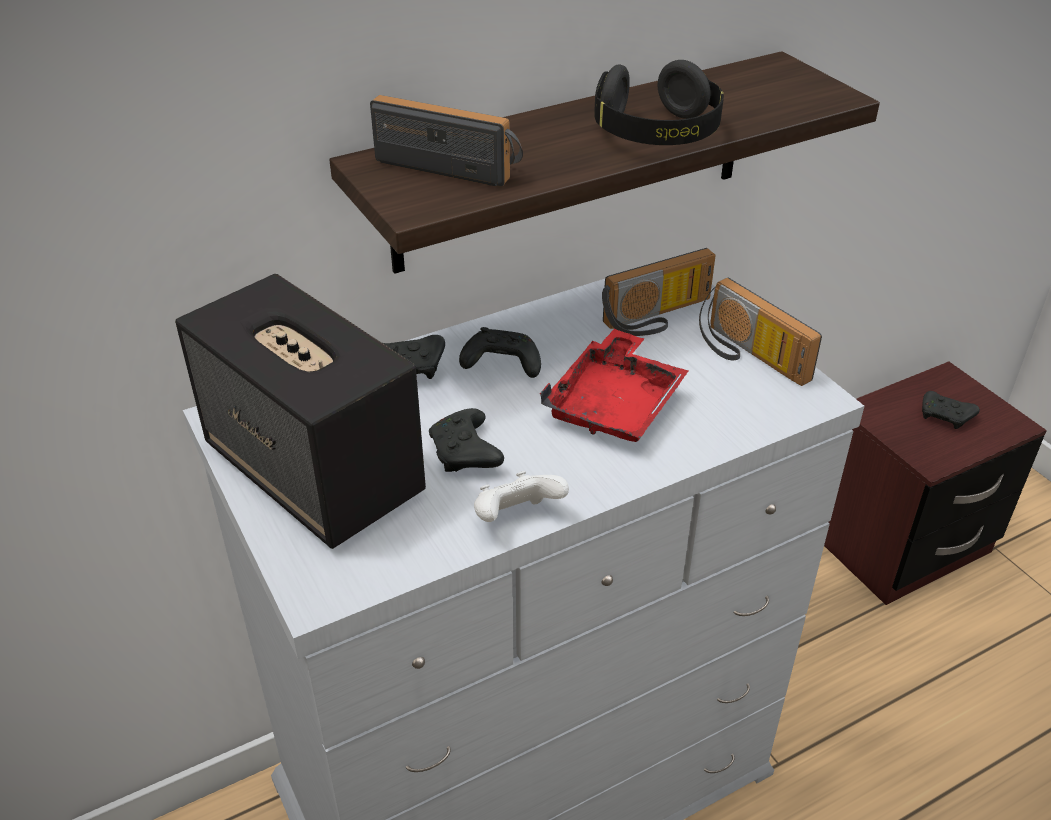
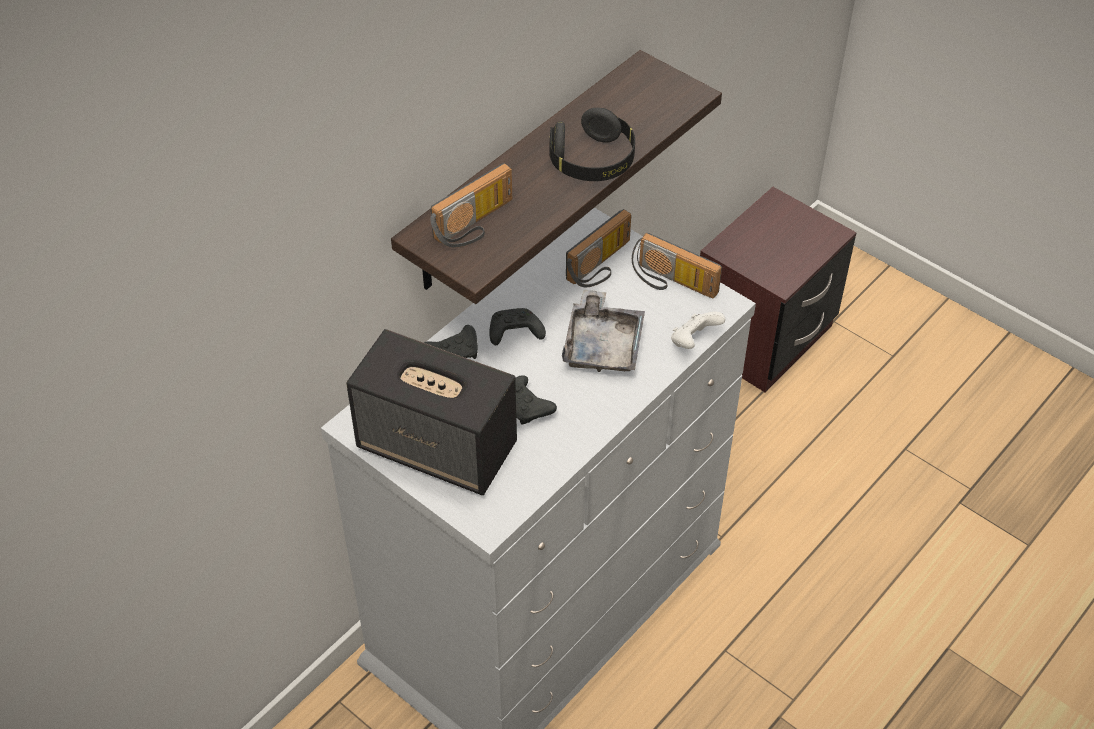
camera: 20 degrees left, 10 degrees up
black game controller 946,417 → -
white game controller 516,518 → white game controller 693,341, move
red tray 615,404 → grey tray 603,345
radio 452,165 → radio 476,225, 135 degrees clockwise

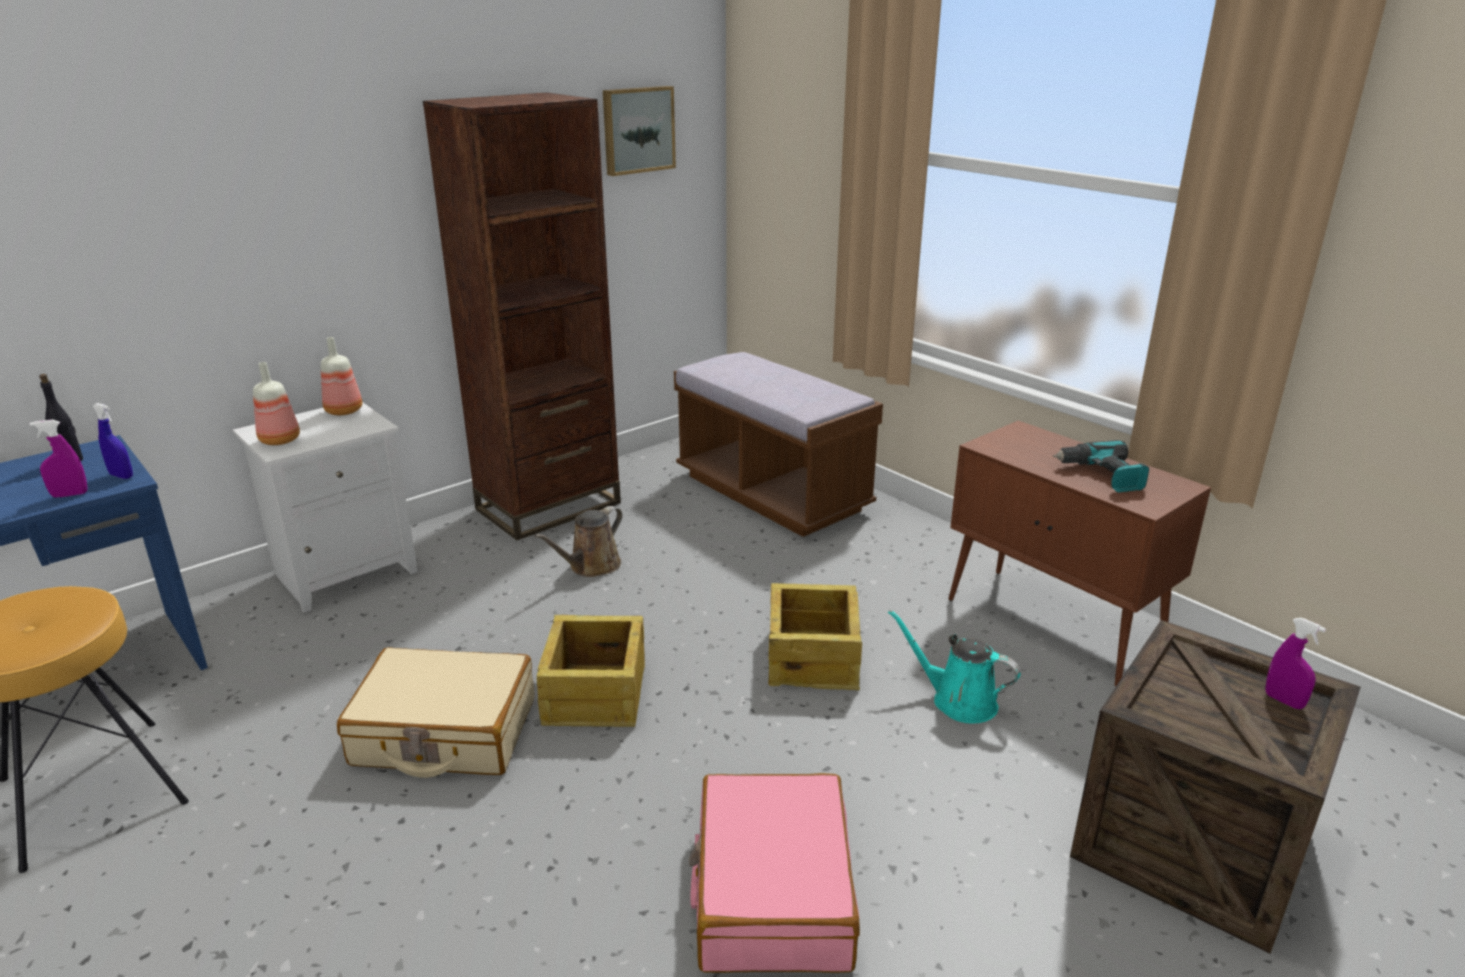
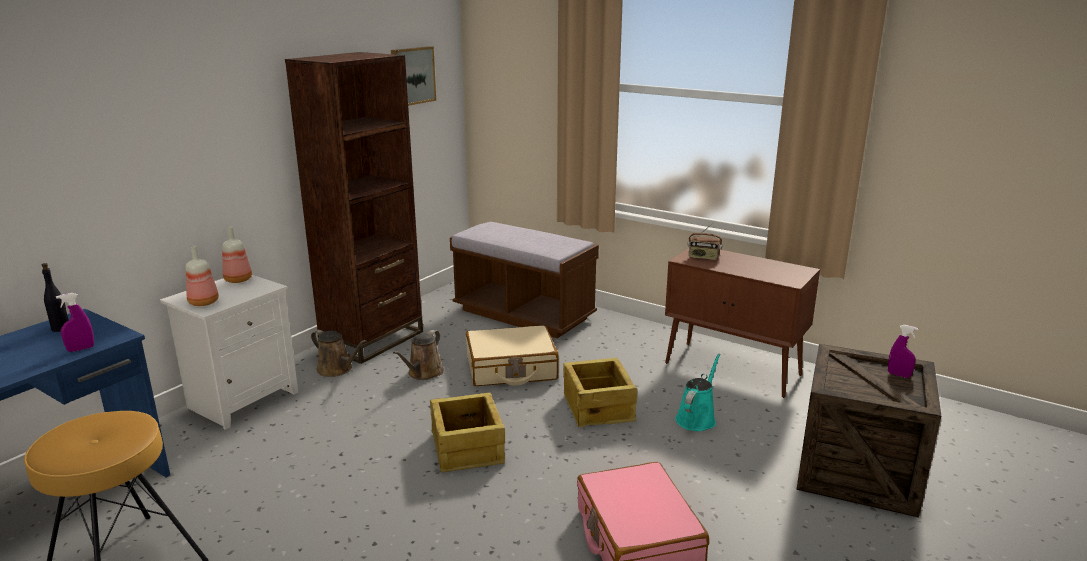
camera: 15 degrees left, 5 degrees down
blue spray bottle 121,476 → -
power drill 1102,476 → -
- → brown watering can 337,369
- → radio 703,257
beige suitcase 444,732 → beige suitcase 511,369, move
turquoise watering can 958,701 → turquoise watering can 697,418, 105 degrees clockwise

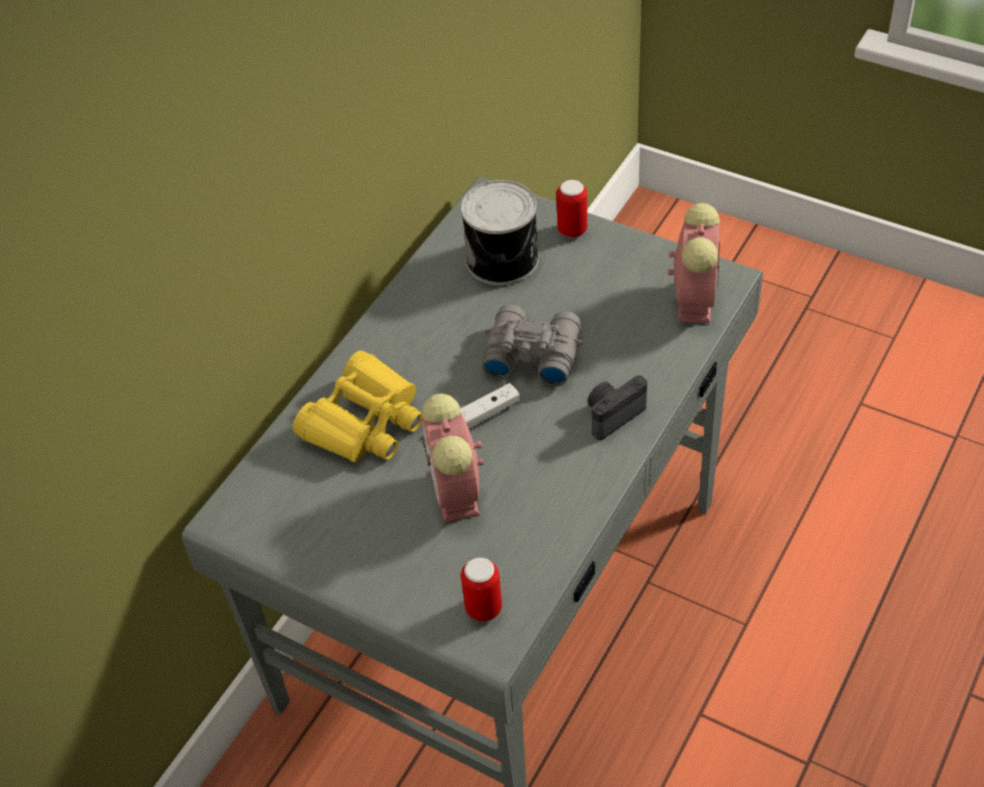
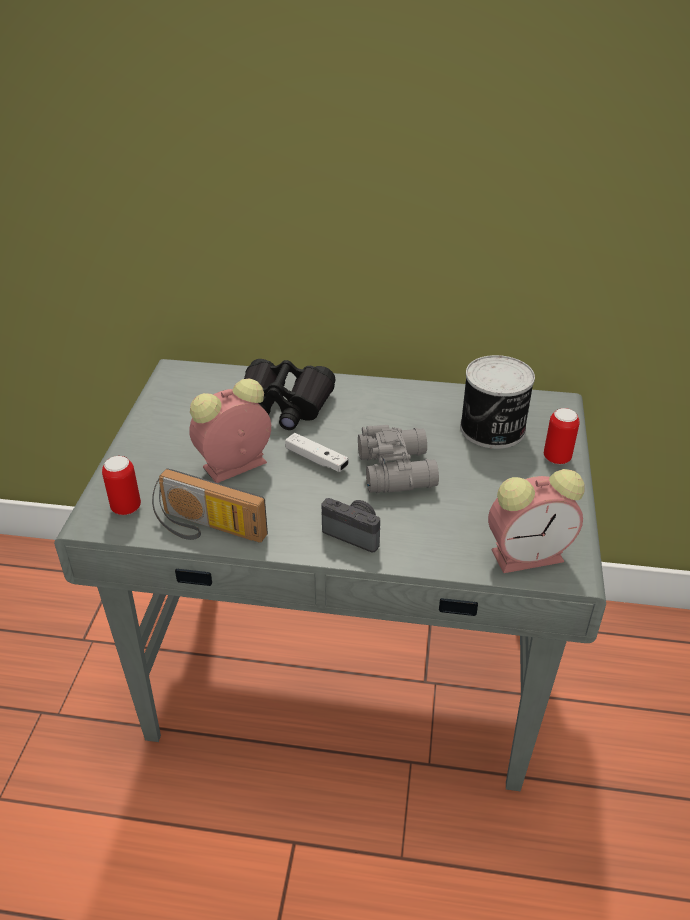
camera: 65 degrees right, 10 degrees down
- → radio 206,529
yellow binoculars 365,422 → black binoculars 283,405

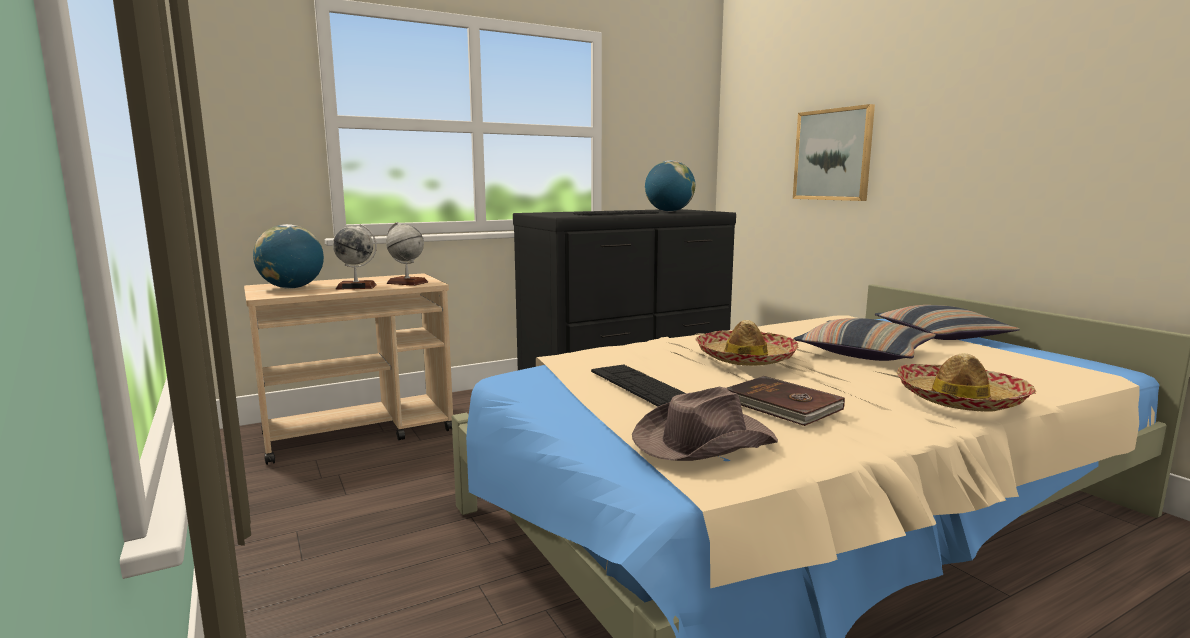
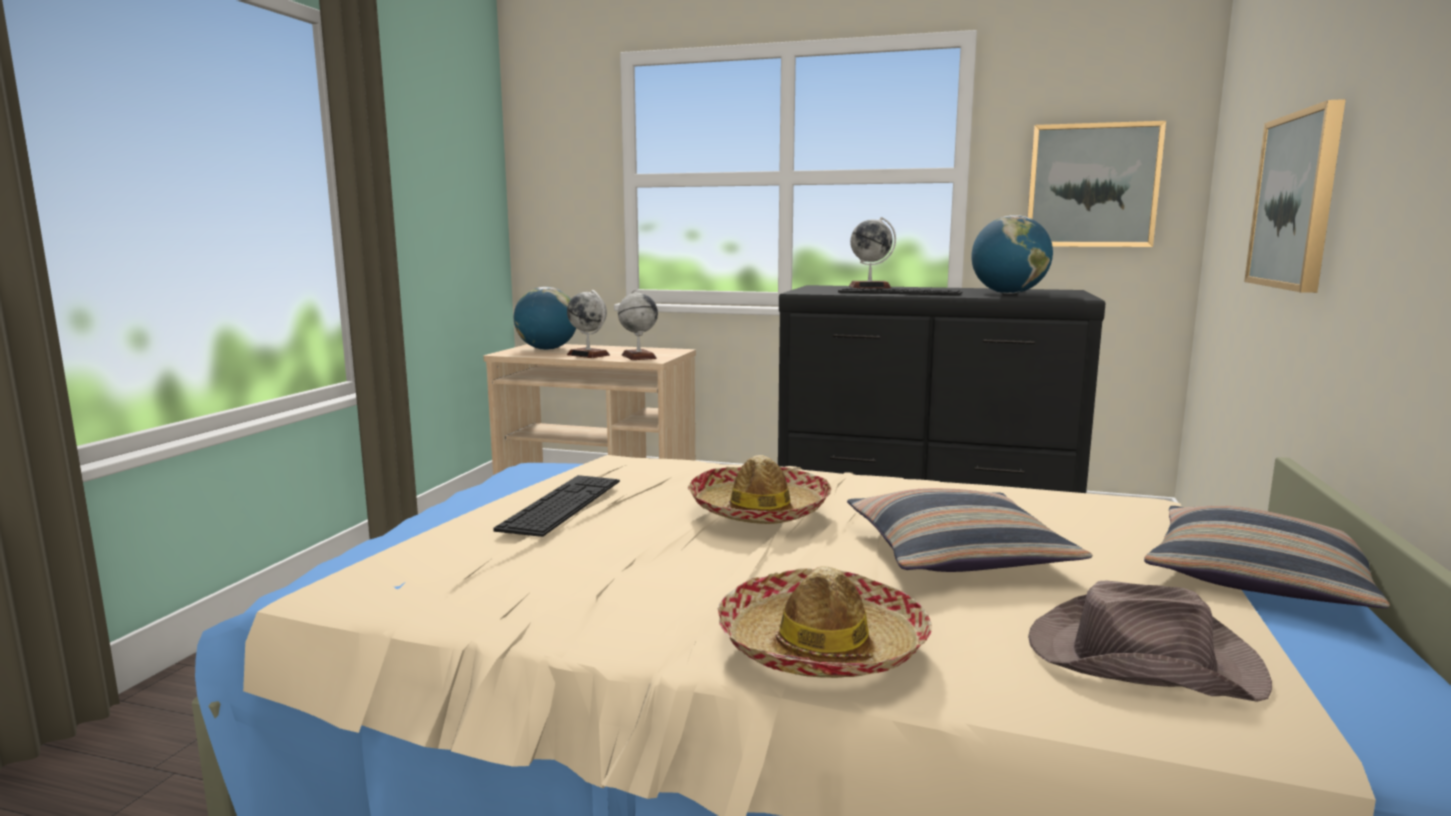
camera: 45 degrees right, 0 degrees up
brown book 782,405 → -
- → globe 869,287
- → picture 1092,186
brown hat 702,441 → brown hat 1139,658, move

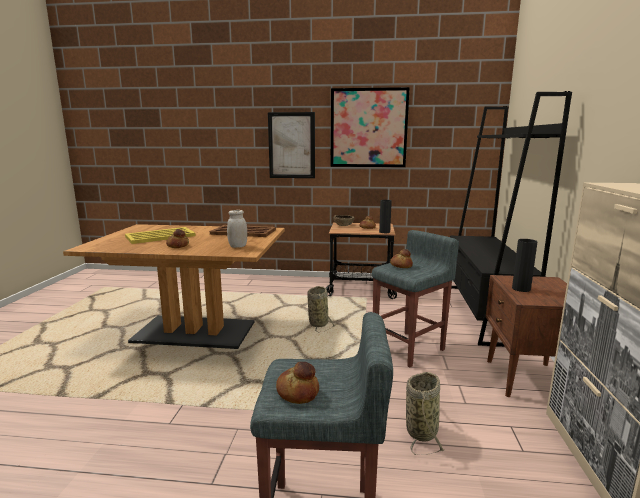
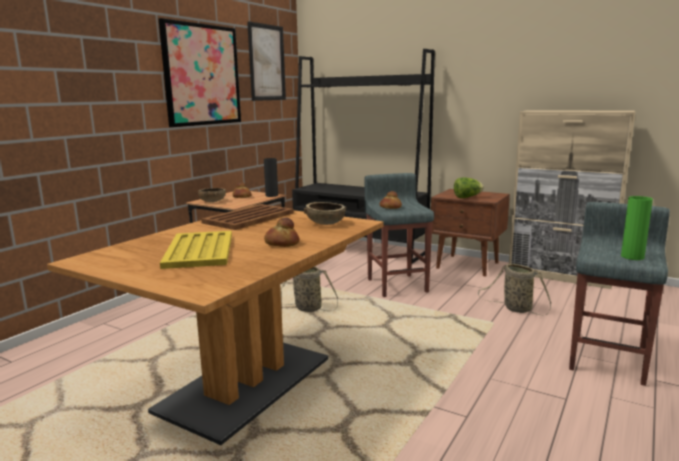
camera: 65 degrees left, 0 degrees up
picture 291,145 → picture 267,62, move
white jar 238,246 → brown bowl 325,223
bread 298,392 → green vase 632,257
black vase 521,289 → lettuce 467,197

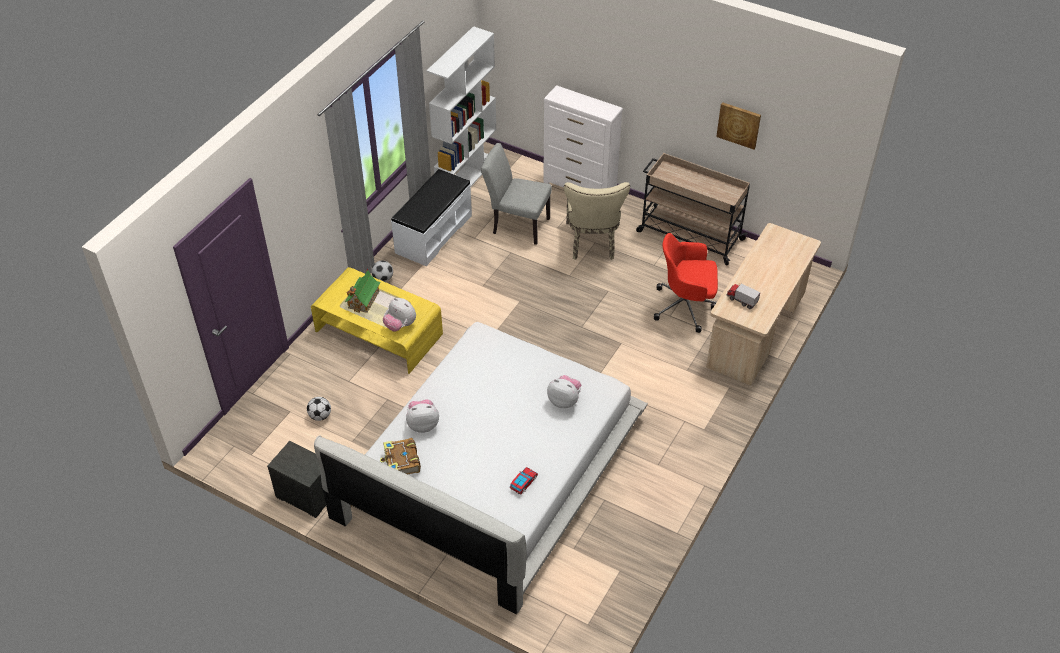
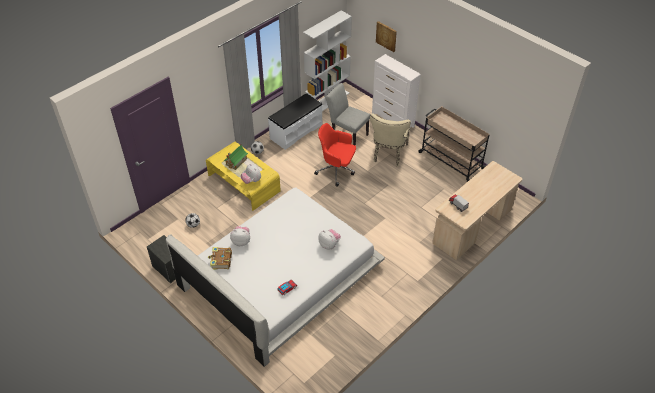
camera: 15 degrees right, 0 degrees up
red office chair 685,306 → red office chair 336,170, move
picture 739,125 → picture 386,36, move

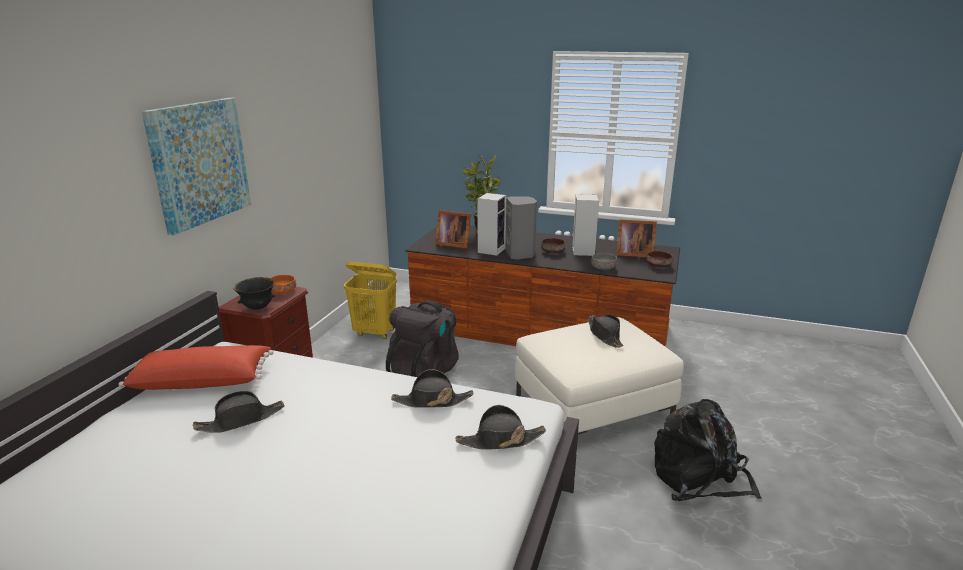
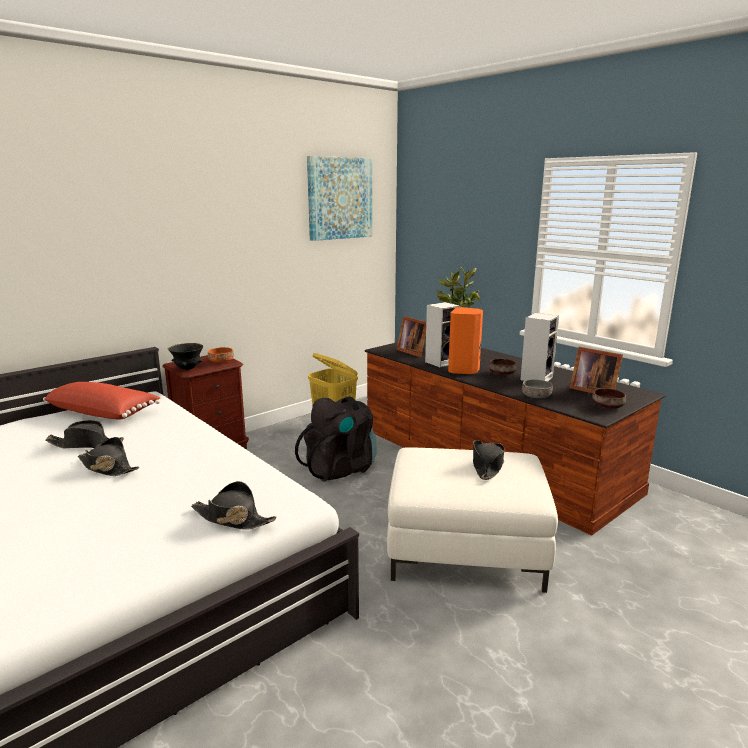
camera: 30 degrees right, 5 degrees down
black backpack 699,478 → -
picture 199,163 → picture 340,198, move
black hat 432,401 → black hat 108,467, move
grey speaker 520,255 → orange speaker 464,370

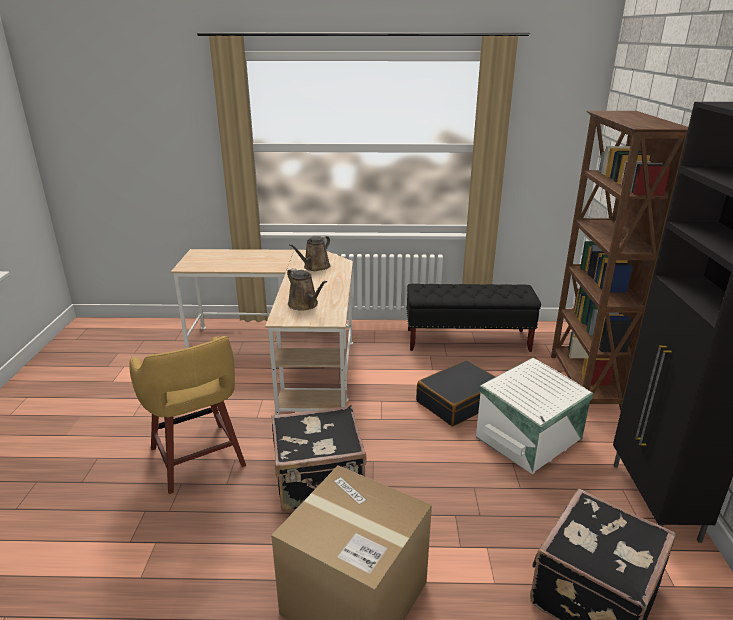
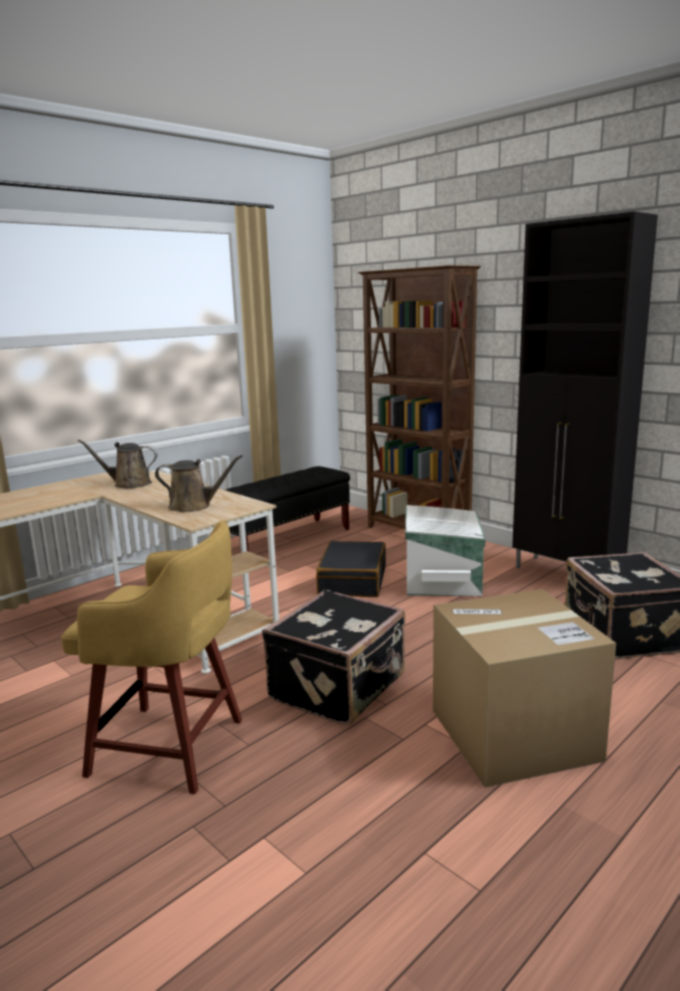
camera: 45 degrees left, 10 degrees down
brown watering can 315,267 → brown watering can 128,484, 105 degrees clockwise

